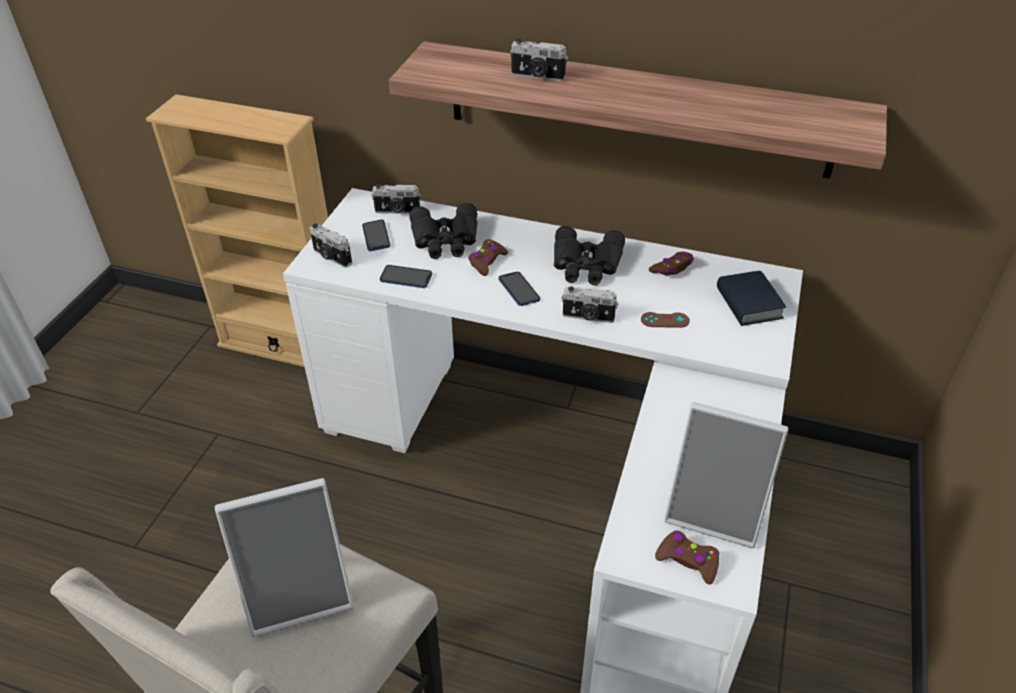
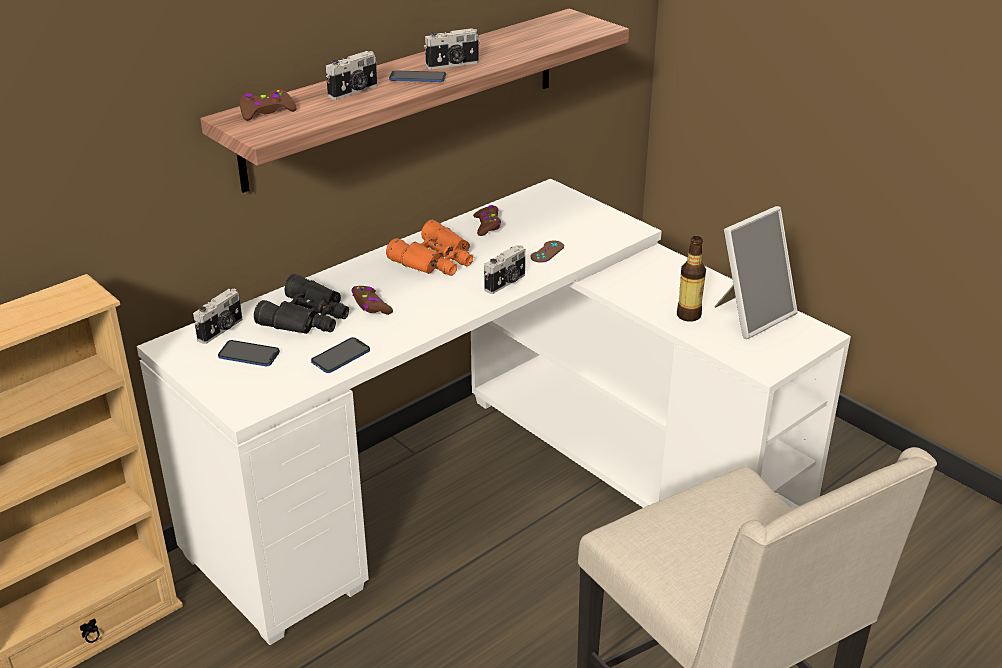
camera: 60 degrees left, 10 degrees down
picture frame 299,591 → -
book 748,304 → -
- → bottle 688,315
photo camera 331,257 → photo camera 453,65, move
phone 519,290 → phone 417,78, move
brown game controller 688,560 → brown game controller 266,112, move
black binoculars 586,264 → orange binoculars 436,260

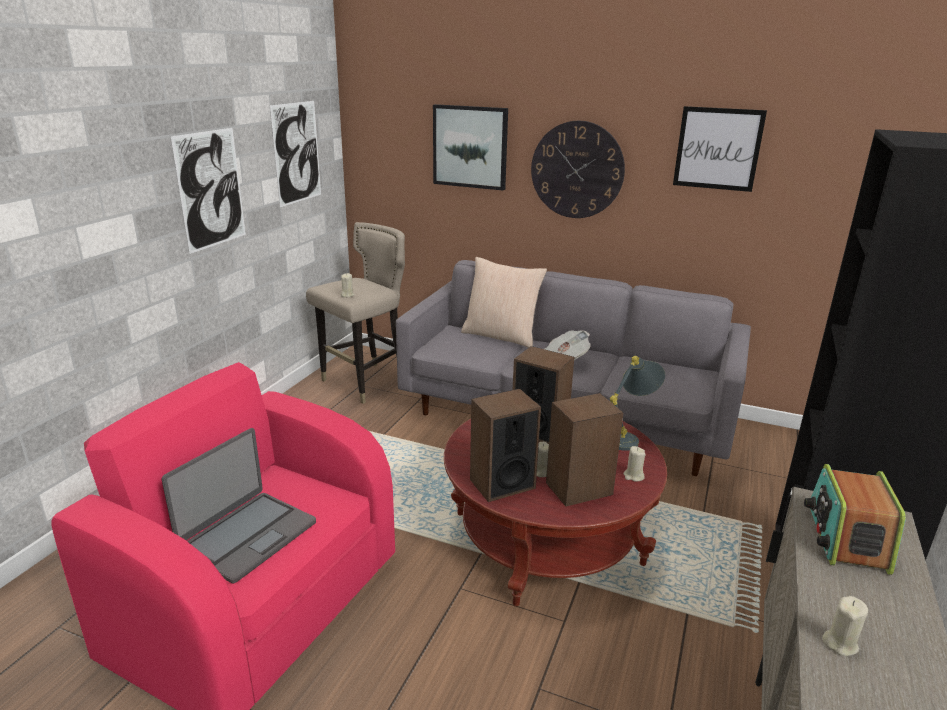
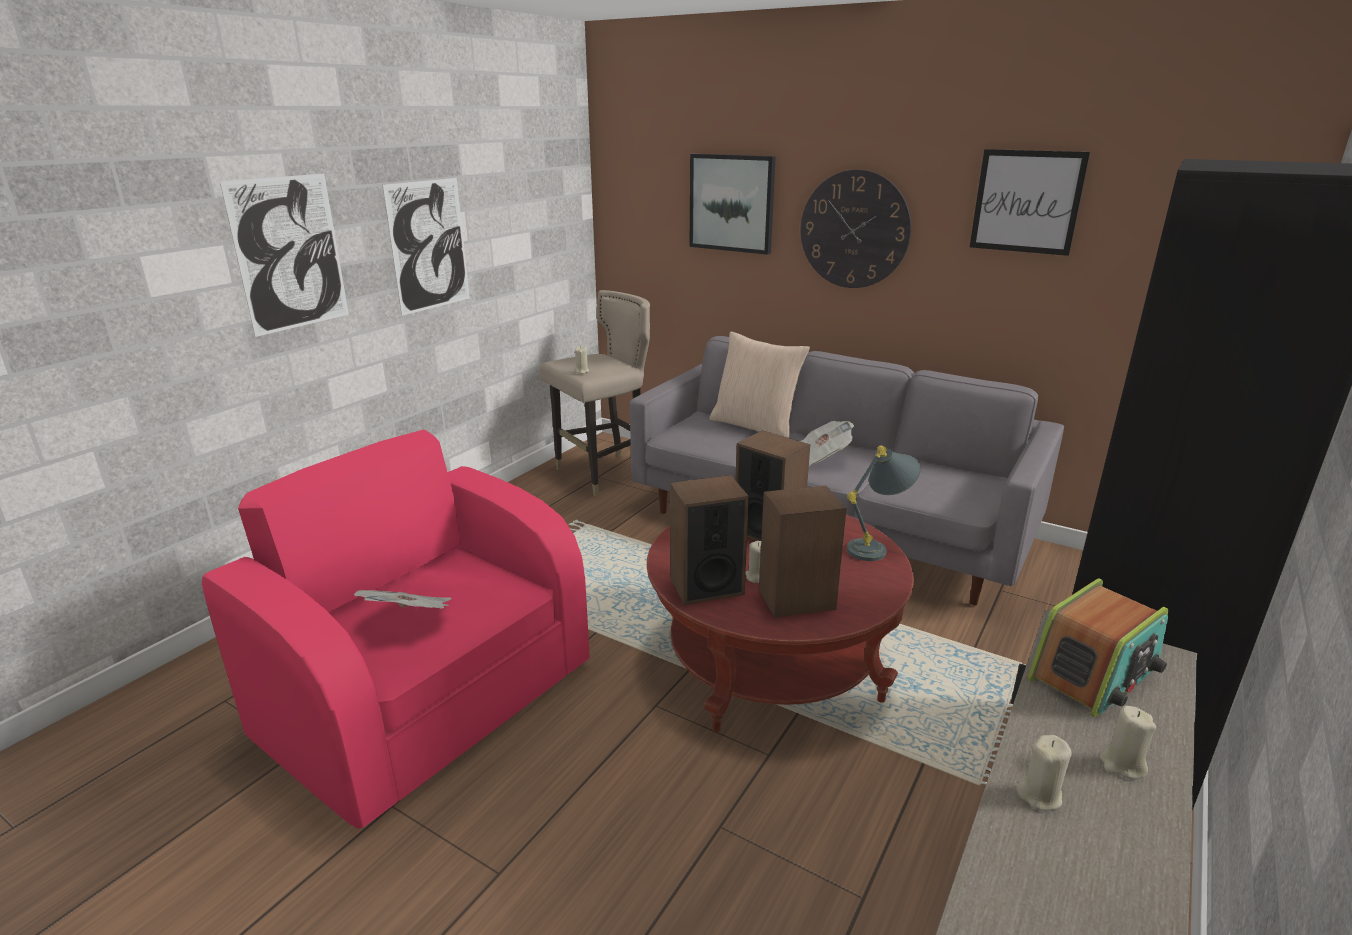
camera: 10 degrees right, 0 degrees up
picture 297,153 → picture 289,254, move
beige candle 633,476 → beige candle 1122,765, move
laptop 247,536 → newspaper 411,618
radio 846,537 → radio 1094,674, 150 degrees counterclockwise

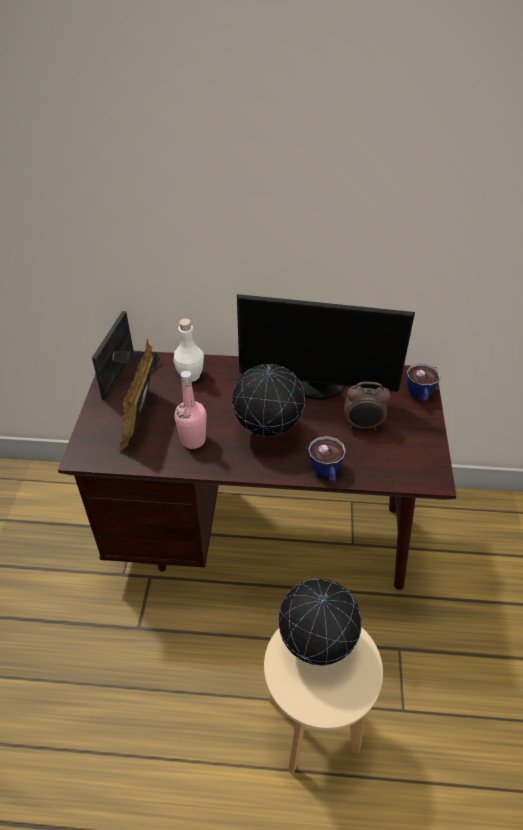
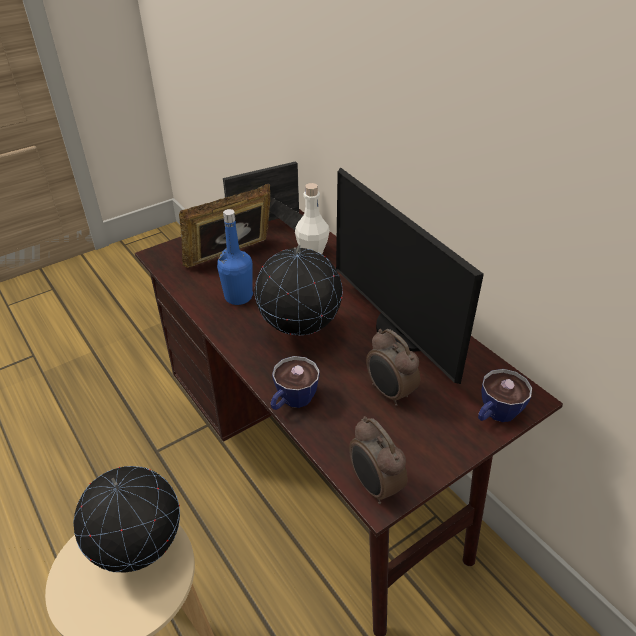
camera: 50 degrees right, 5 degrees down
- → alarm clock 374,486
pink bottle 193,440 → blue bottle 238,297

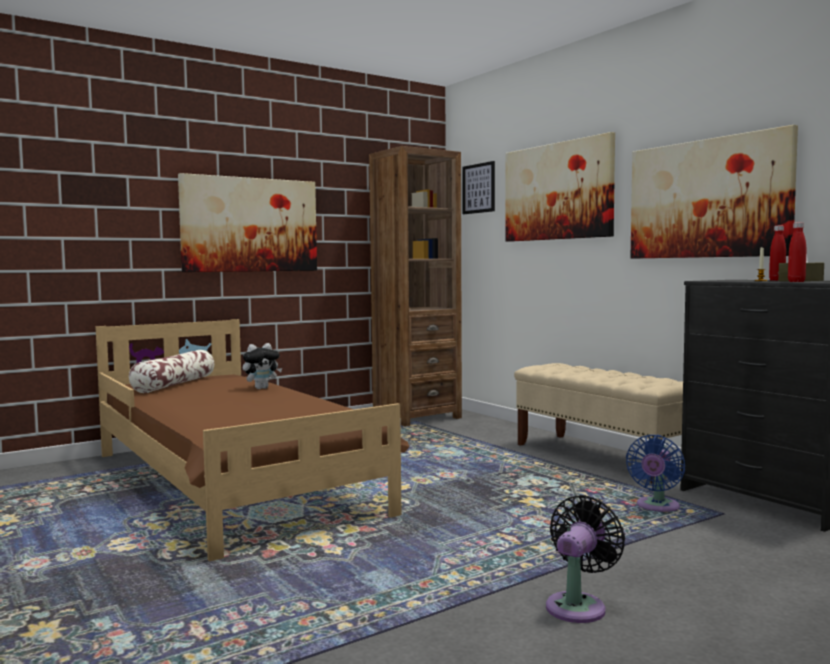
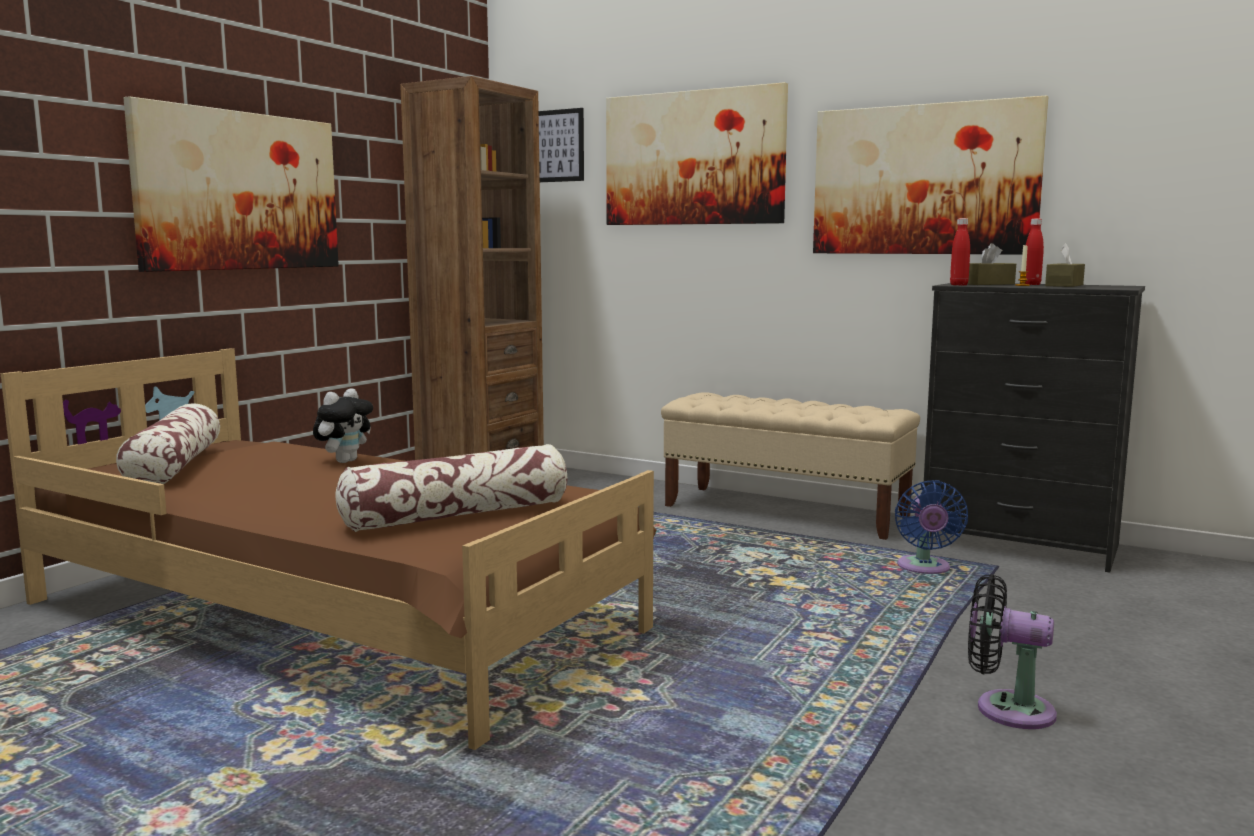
camera: 25 degrees left, 5 degrees up
- → pillow 458,515
- → brown tissue box 987,284
red bottle 796,281 → red bottle 958,285, move
black fan 578,605 → black fan 1006,709, 75 degrees counterclockwise

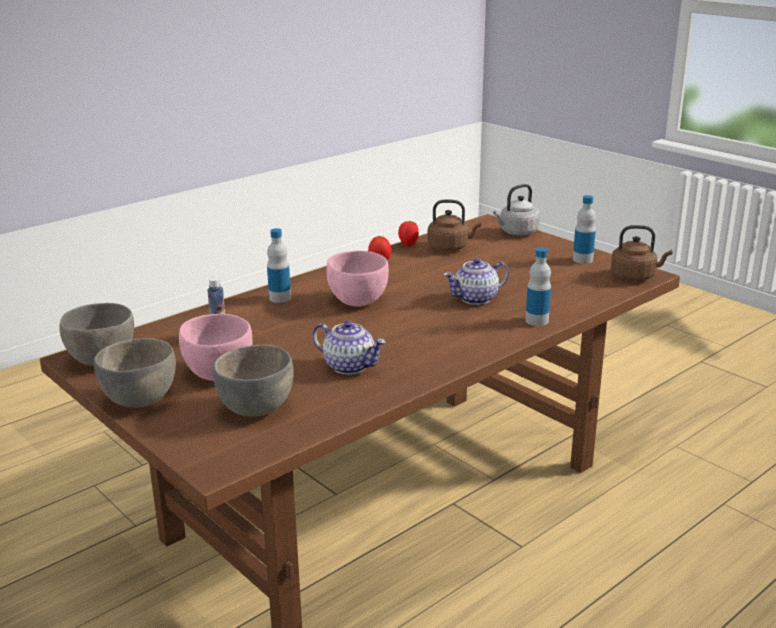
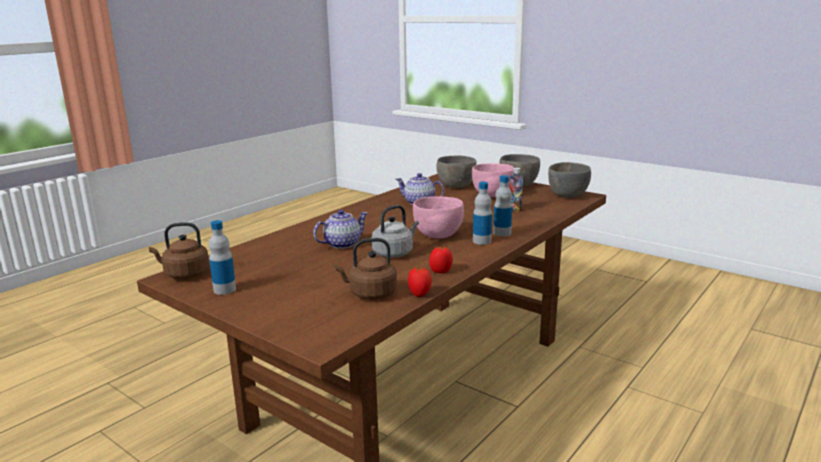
camera: 170 degrees right, 5 degrees down
grey kettle 517,232 → grey kettle 394,253, move
bottle 537,320 → bottle 482,241, move

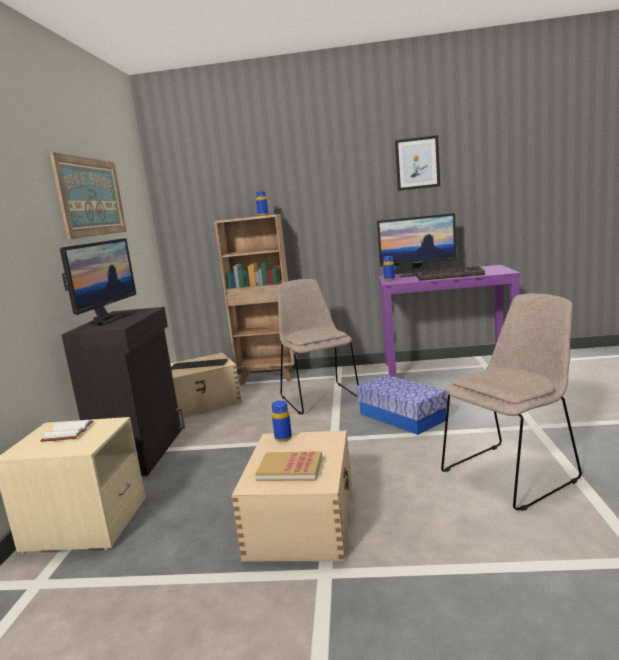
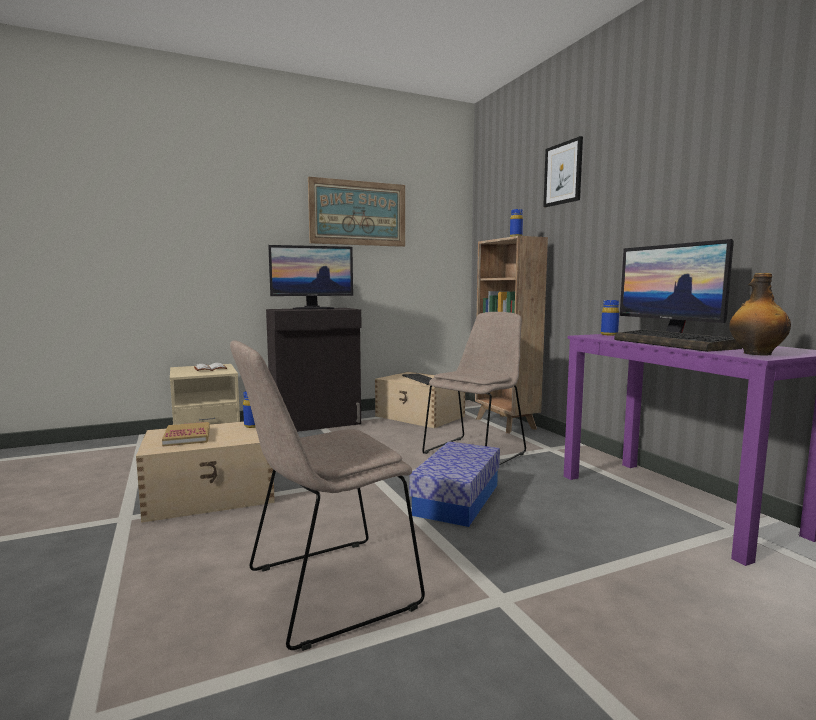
camera: 60 degrees right, 5 degrees down
- → bottle 756,354
picture 417,163 → picture 563,173, move
beige chair 512,473 → beige chair 325,590, 120 degrees clockwise

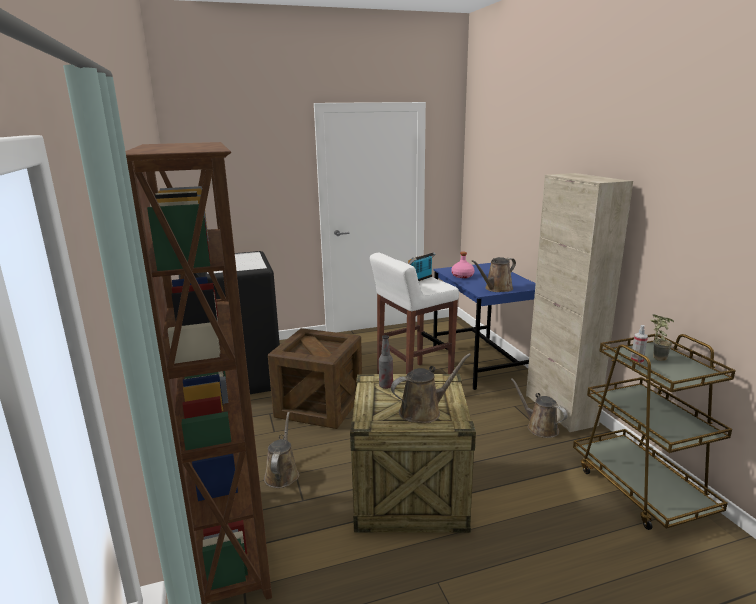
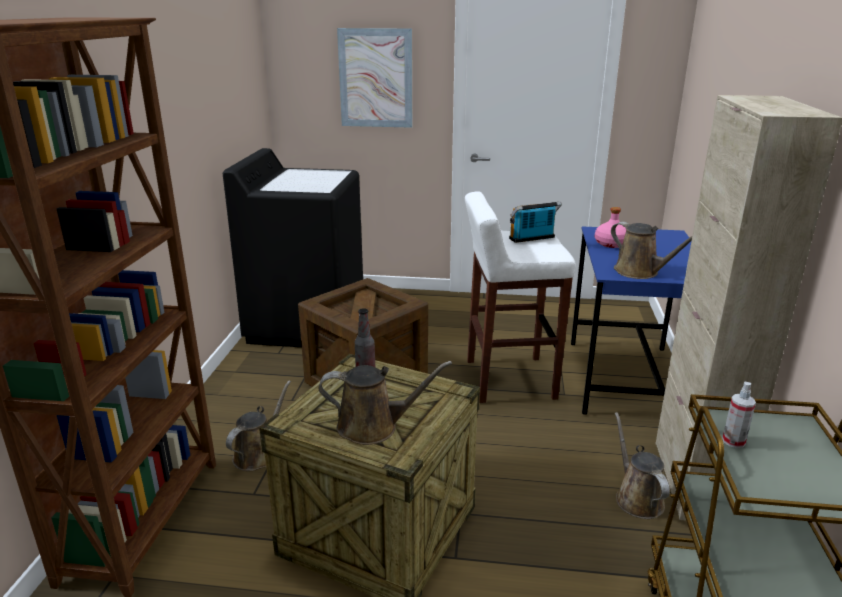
camera: 25 degrees right, 5 degrees up
potted plant 655,357 → -
- → picture 375,78
brown watering can 496,289 → brown watering can 640,272, 120 degrees counterclockwise

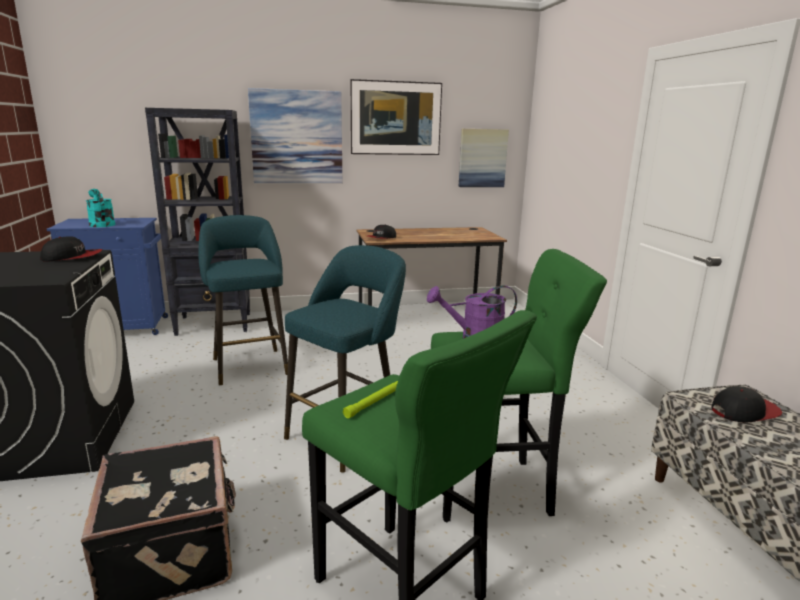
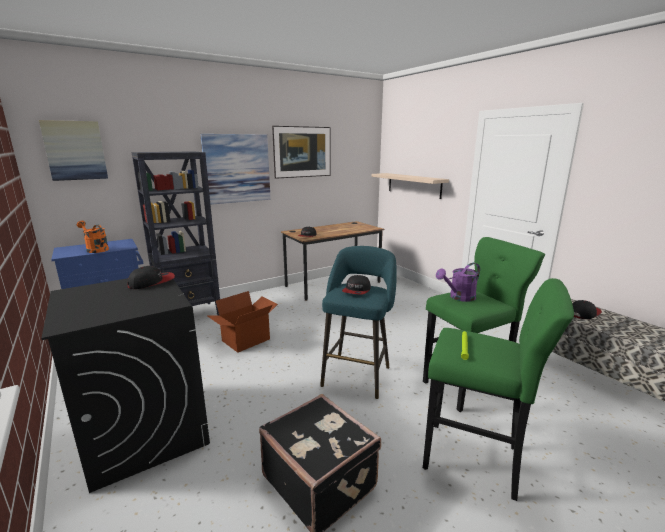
camera: 20 degrees left, 0 degrees up
- → cap 357,290
- → shelf 414,185
picture 482,158 → picture 75,150, move
turquoise stool 249,364 → cardboard box 246,340
turquoise watering can 101,224 → orange watering can 95,249

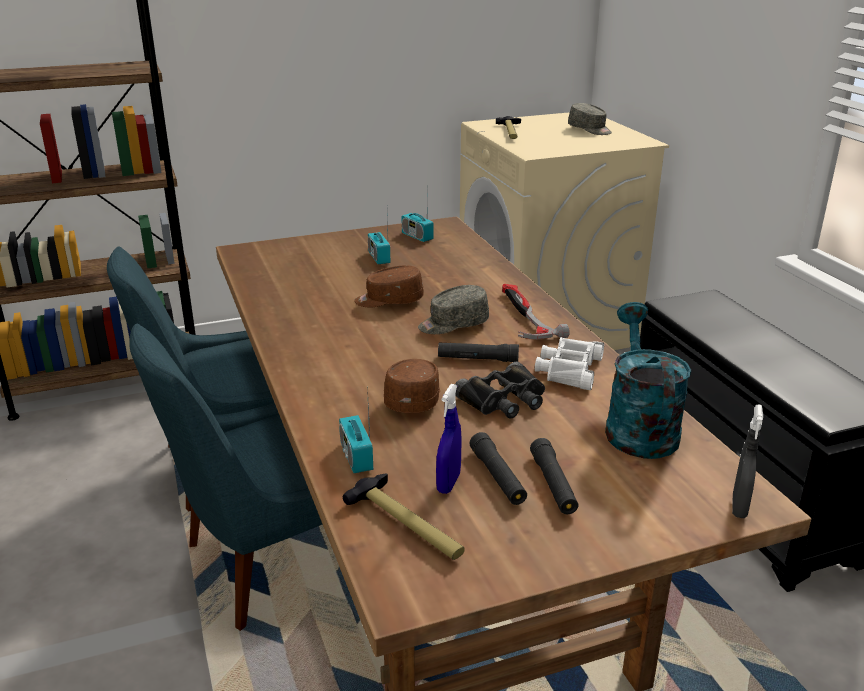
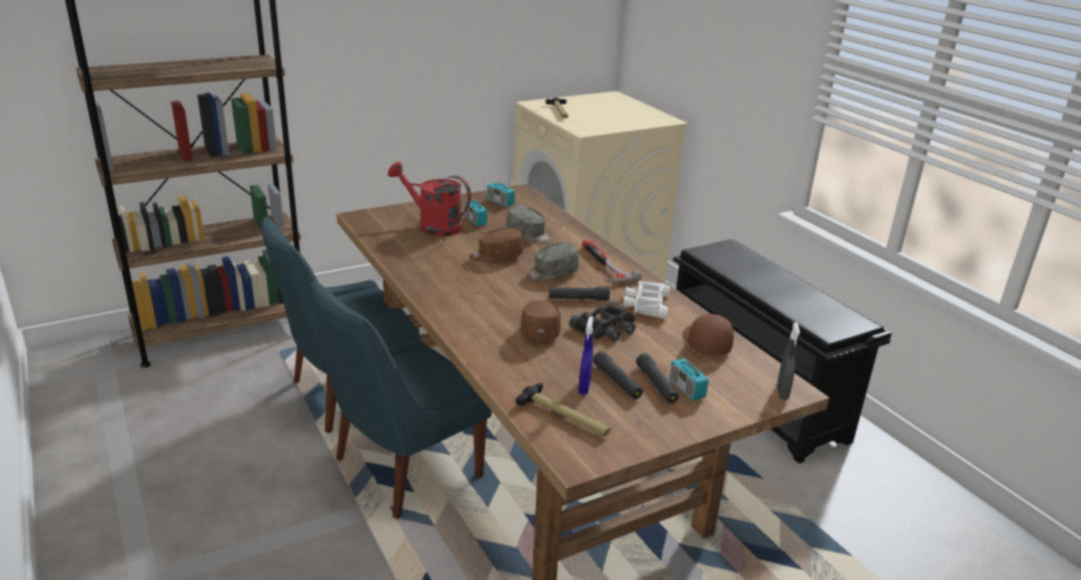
camera: 10 degrees left, 0 degrees up
- → red watering can 433,225
radio 356,457 → radio 686,389, move
grey cap 590,130 → grey cap 528,235, move
turquoise watering can 638,427 → brown cap 705,343

